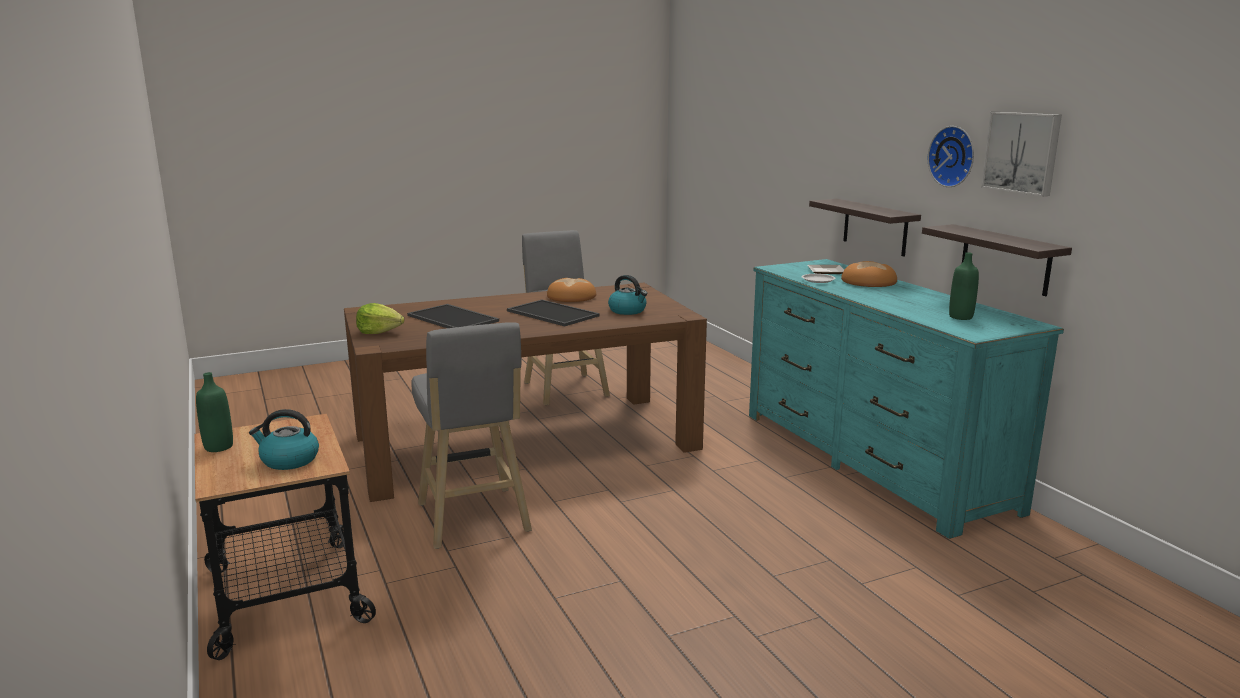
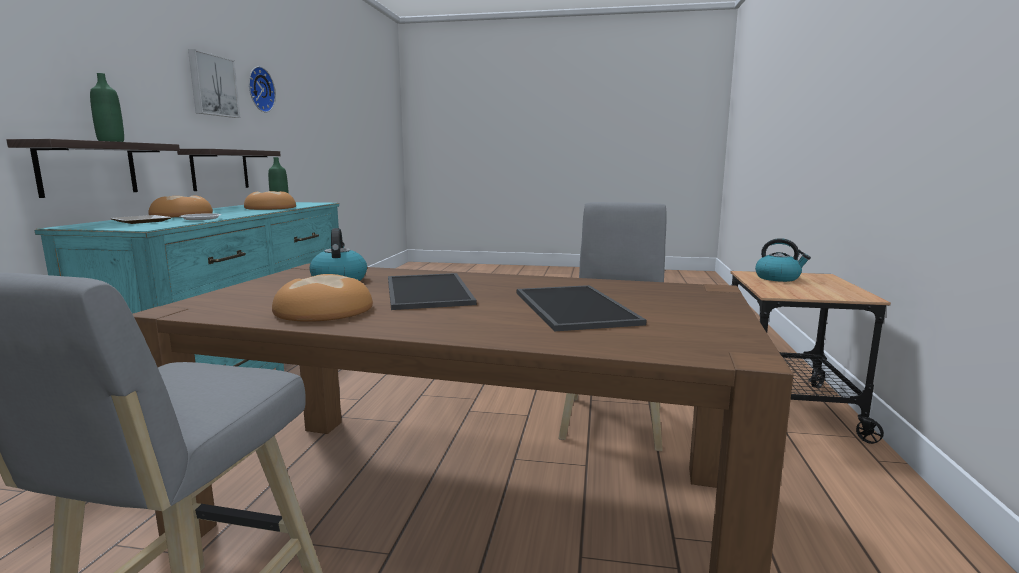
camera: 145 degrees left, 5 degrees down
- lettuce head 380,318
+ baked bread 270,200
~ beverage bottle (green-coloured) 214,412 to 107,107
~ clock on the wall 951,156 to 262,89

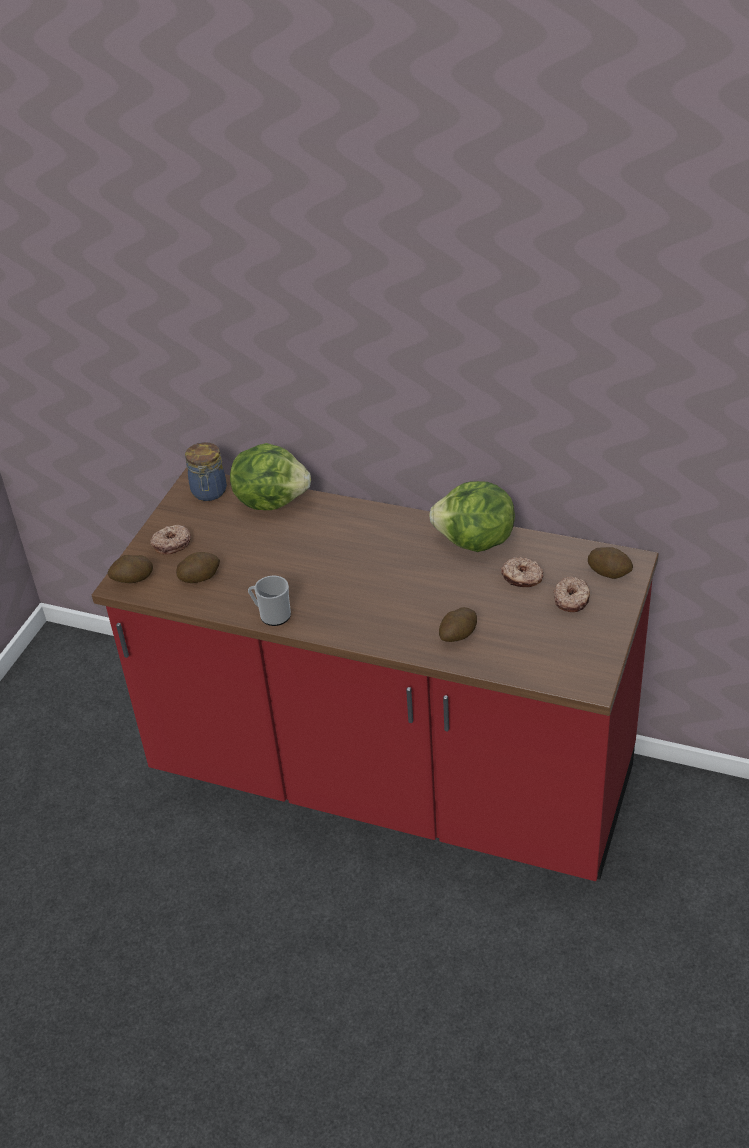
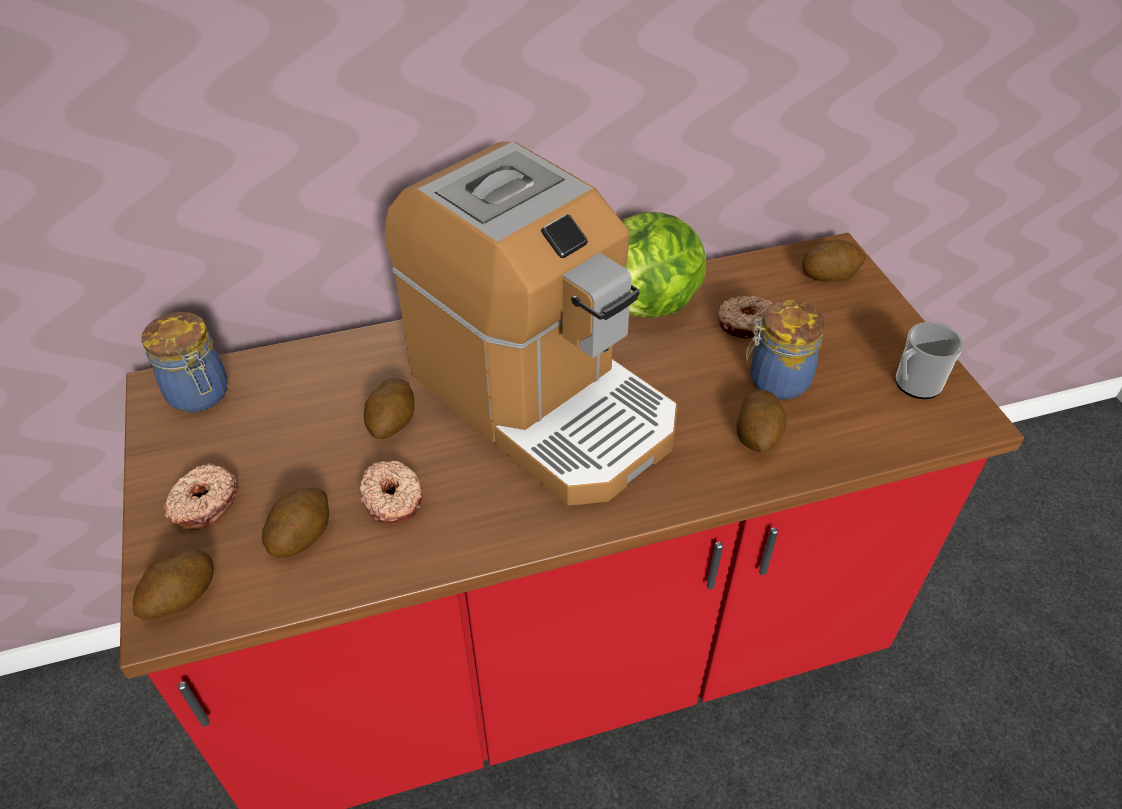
camera: 40 degrees left, 5 degrees up
- lettuce head 270,476
+ whole potato 389,408
+ coffee brewer 531,324
+ jar 785,350
~ tea mug 269,601 to 929,360
~ ring doughnut 571,594 to 392,492

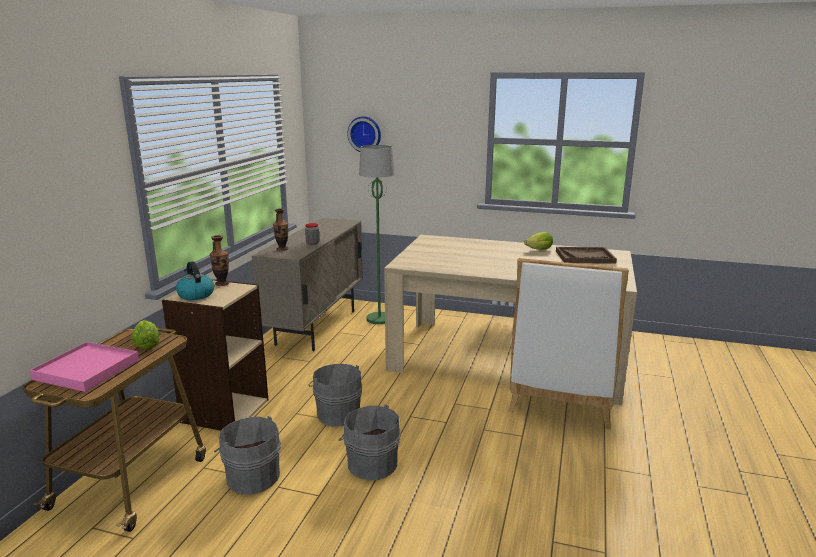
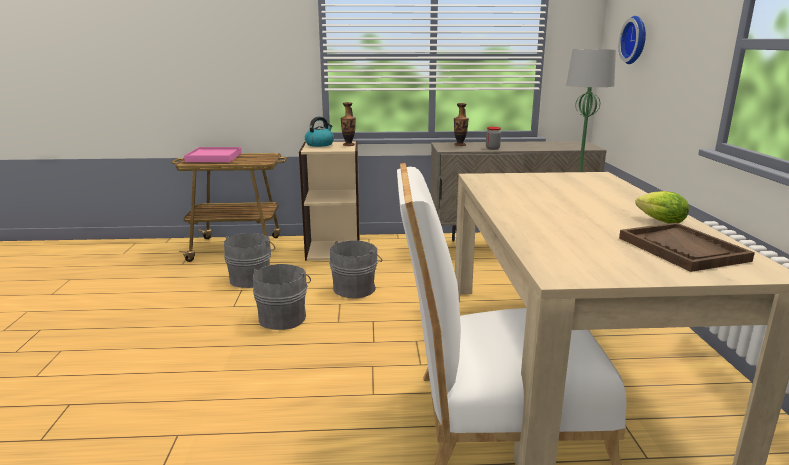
camera: 70 degrees right, 0 degrees up
- lettuce head 146,334

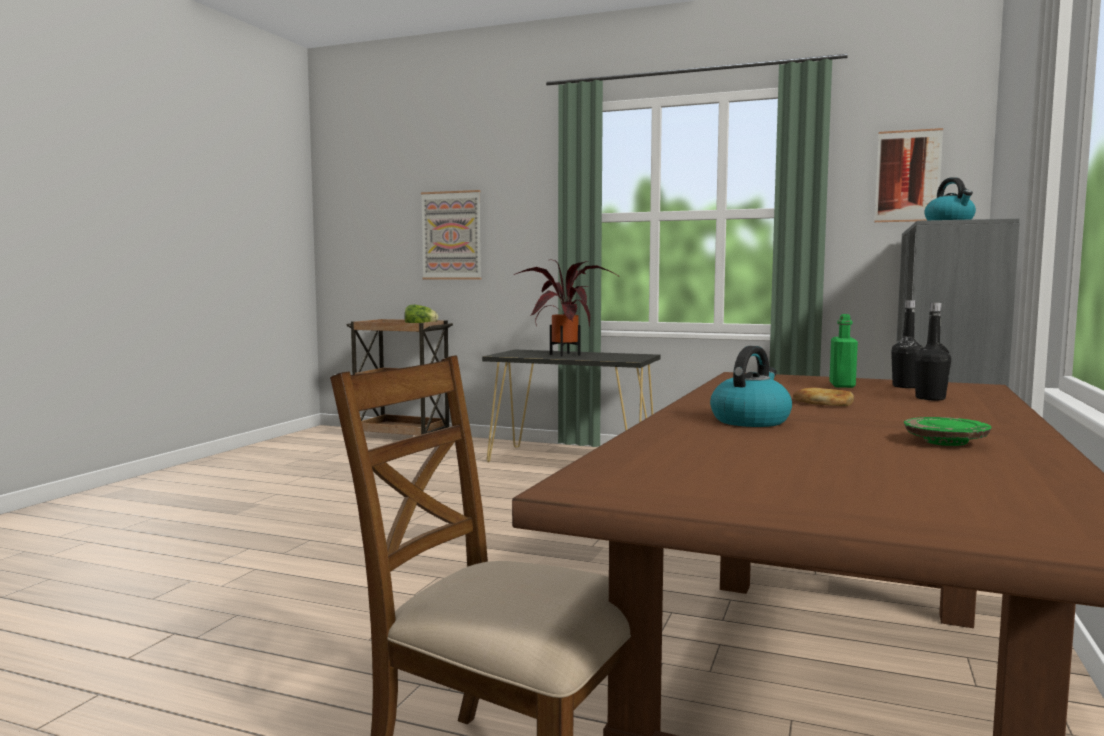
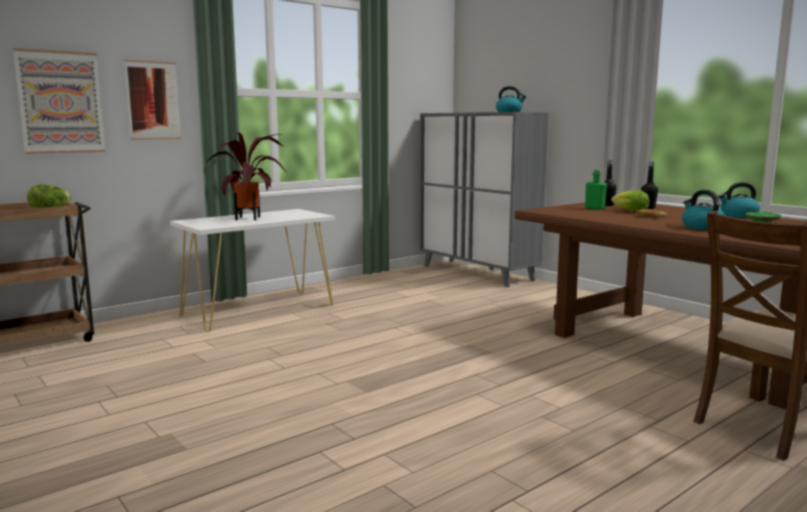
camera: 60 degrees left, 5 degrees up
+ lettuce head 630,201
+ kettle 739,200
~ wall picture 909,175 to 152,100
~ console table (blackish) 571,406 to console table (white-coloured) 252,270

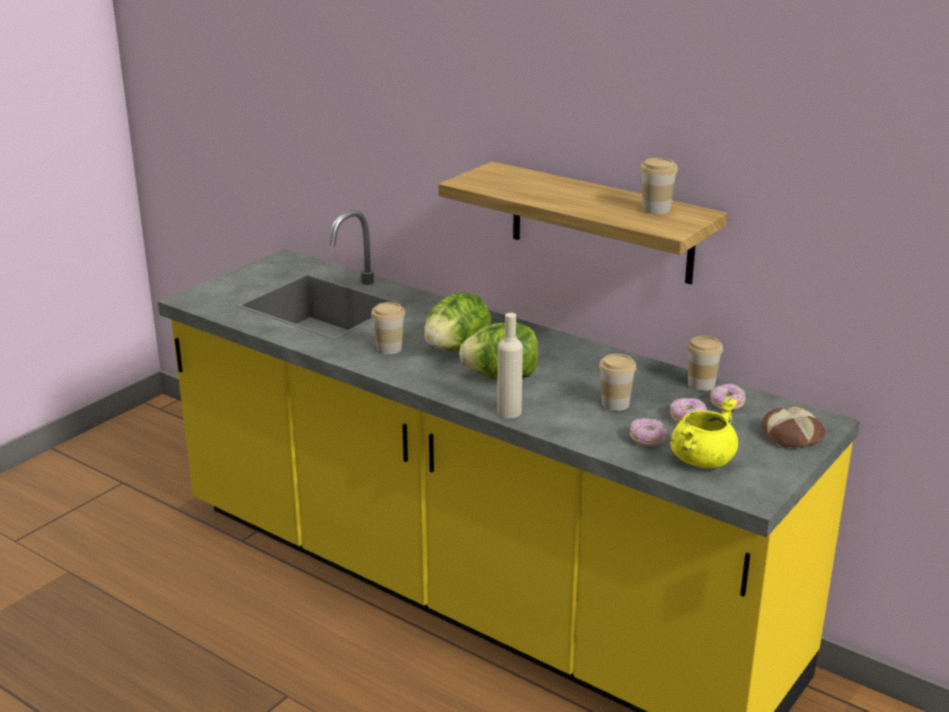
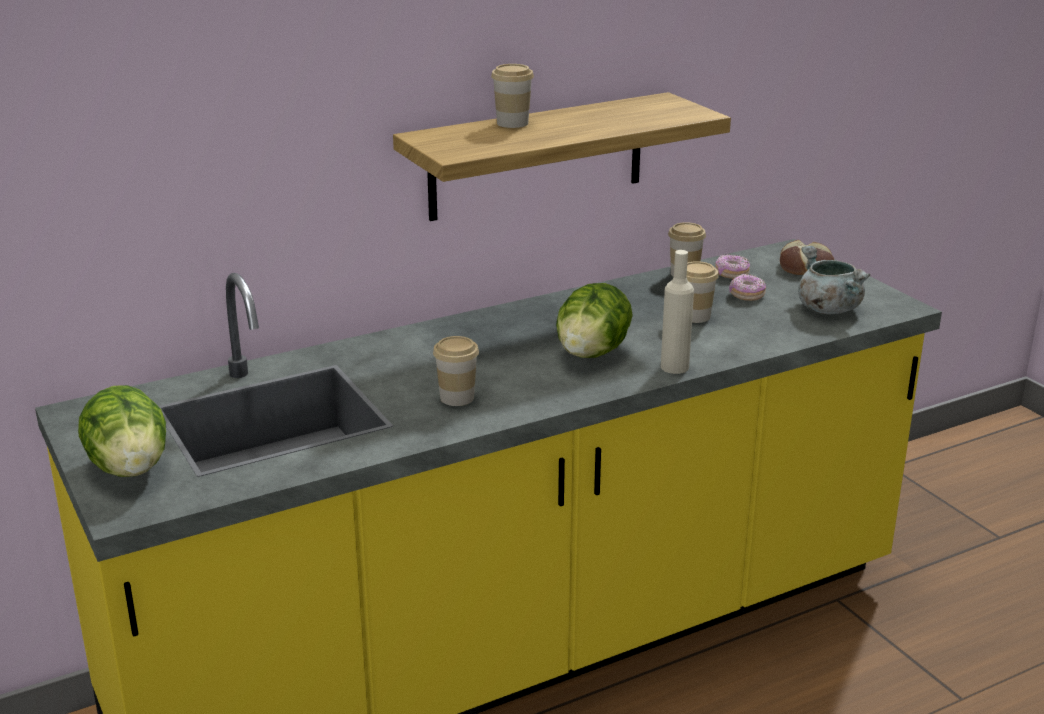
camera: 65 degrees left, 0 degrees up
- ring doughnut 648,432
~ lettuce head 457,322 to 122,431
~ cup 659,186 to 512,96
~ cooking pot (yellow-coloured) 704,432 to cooking pot (greyish) 834,280

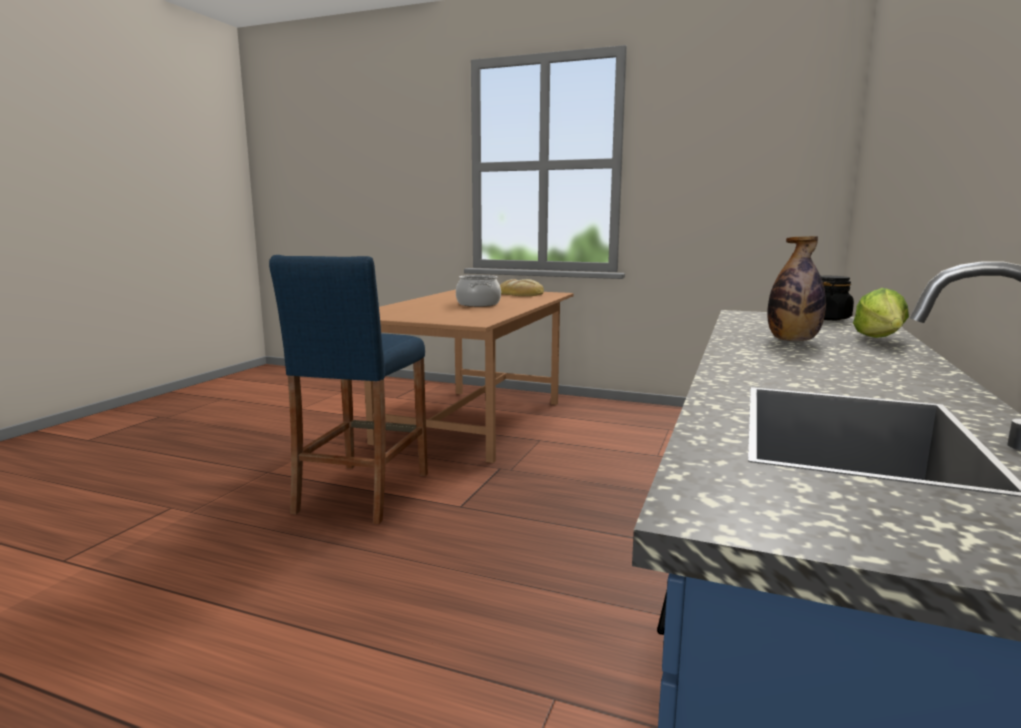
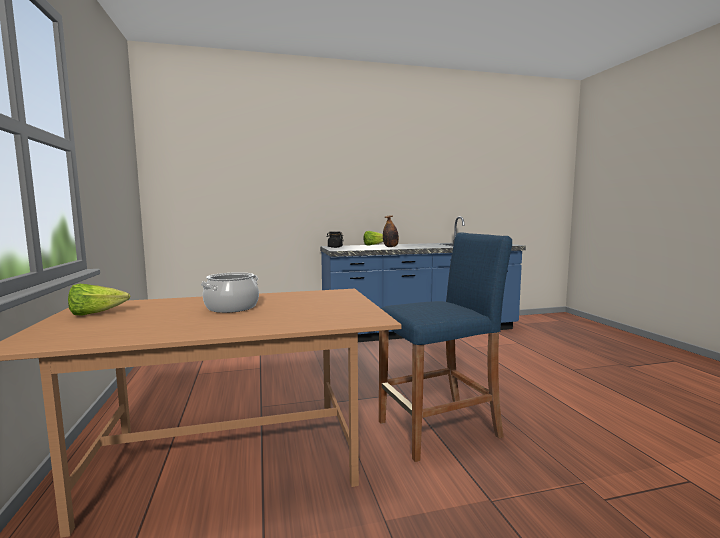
camera: 125 degrees left, 5 degrees down
~ baked bread 522,287 to lettuce head 99,299

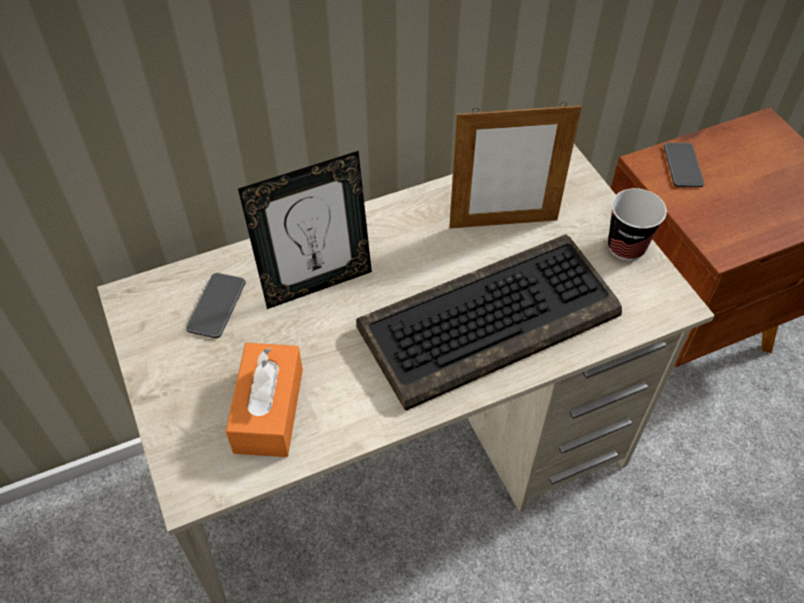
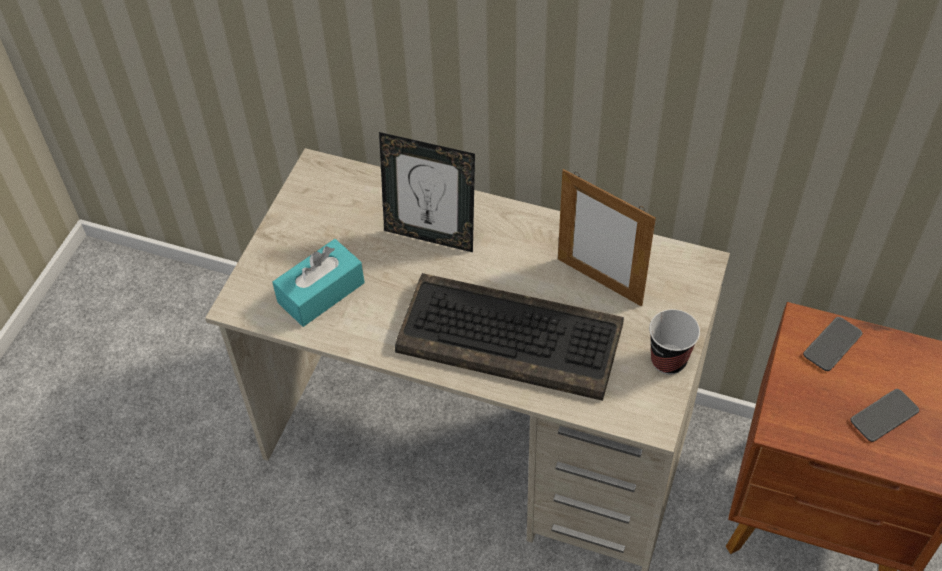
camera: 45 degrees right, 0 degrees up
~ telephone 216,305 to 885,415
~ box of tissues (orange) 264,400 to box of tissues (turquoise) 318,283

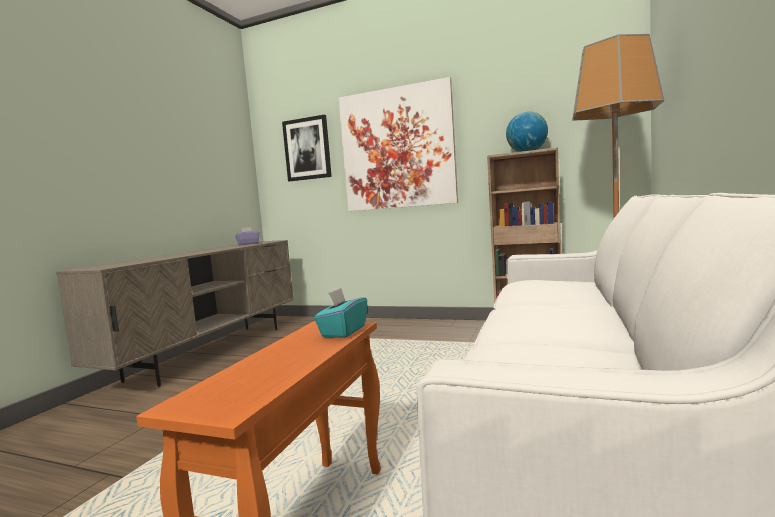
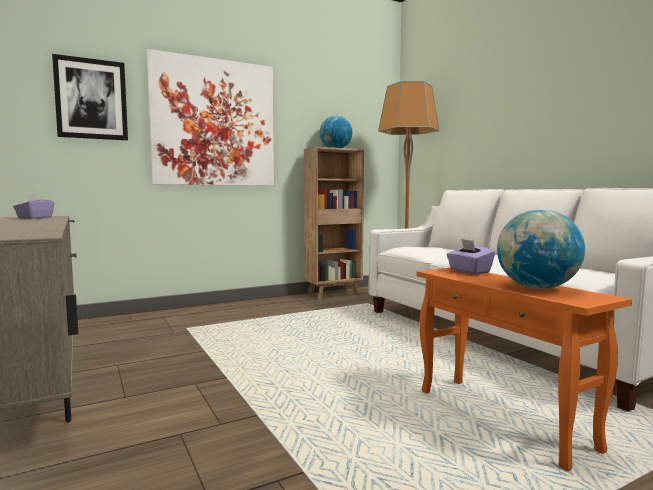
camera: 50 degrees left, 0 degrees up
+ world globe 541,249
~ box of tissues (turquoise) 340,313 to box of tissues (purplish) 471,256

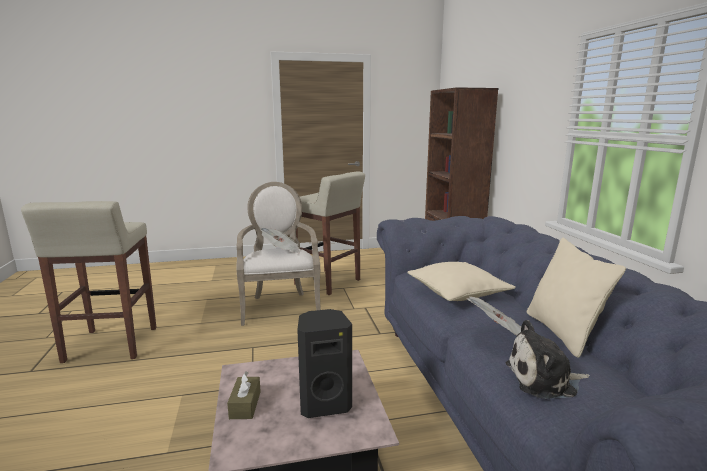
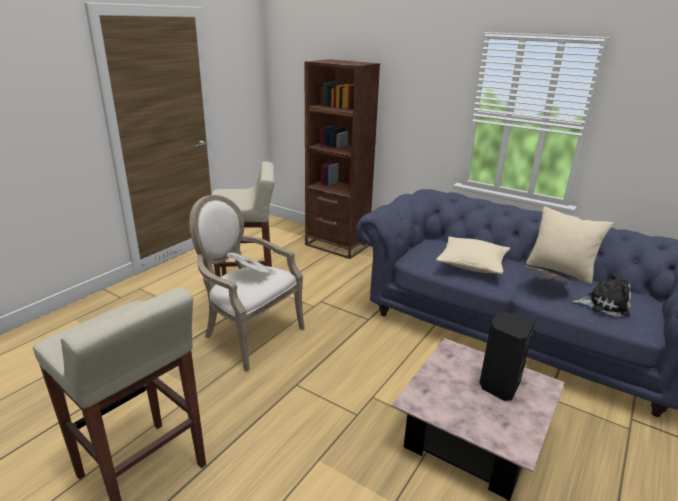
camera: 45 degrees left, 10 degrees up
- box of tissues (brown-coloured) 244,395
~ plush toy 548,359 = 602,294 120 degrees counterclockwise

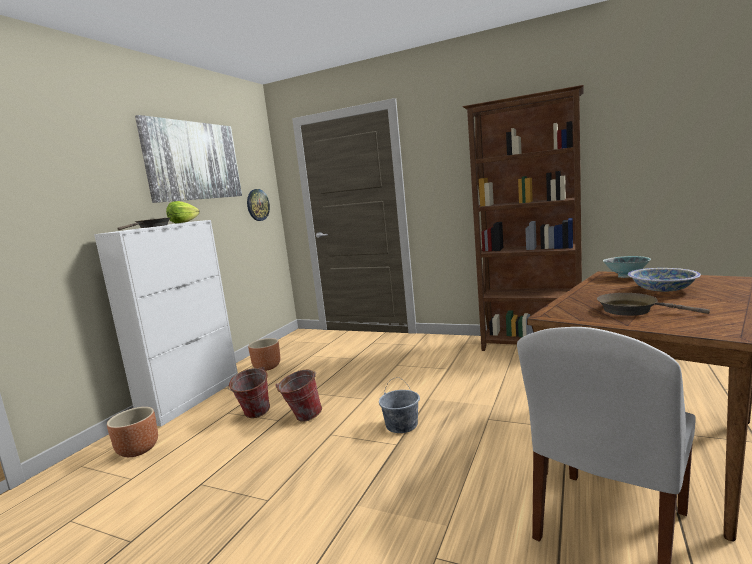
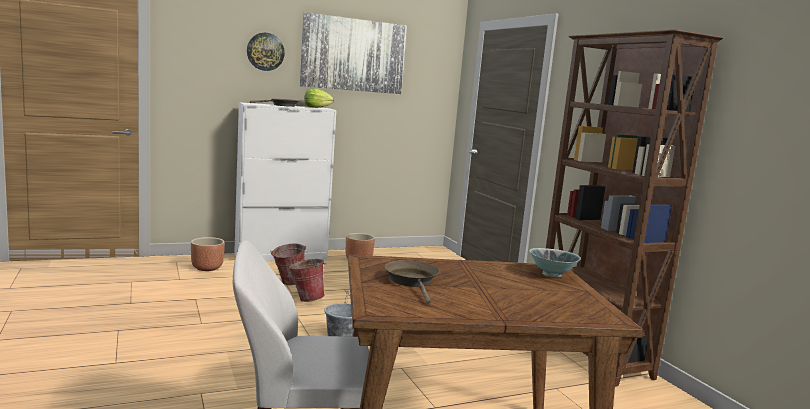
camera: 40 degrees right, 0 degrees up
- serving bowl 664,280
~ clock on the wall 258,205 to 266,52

